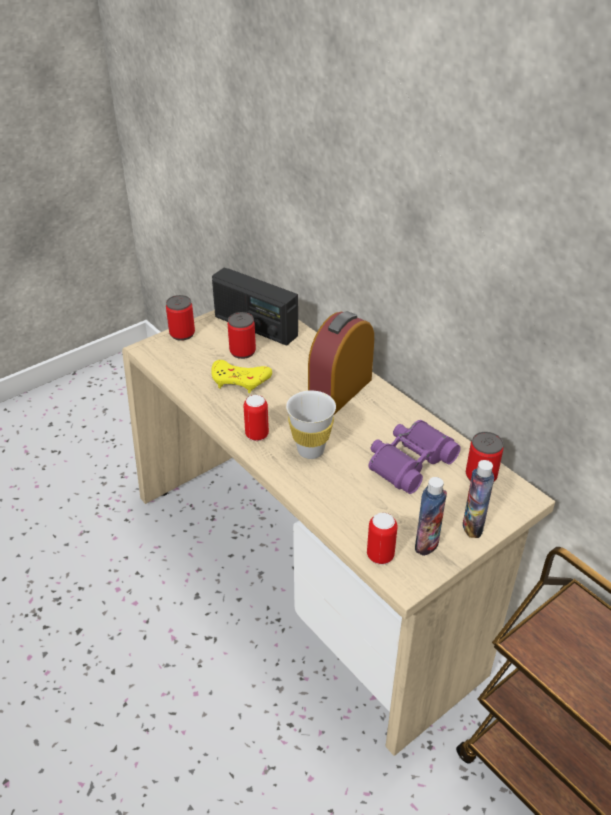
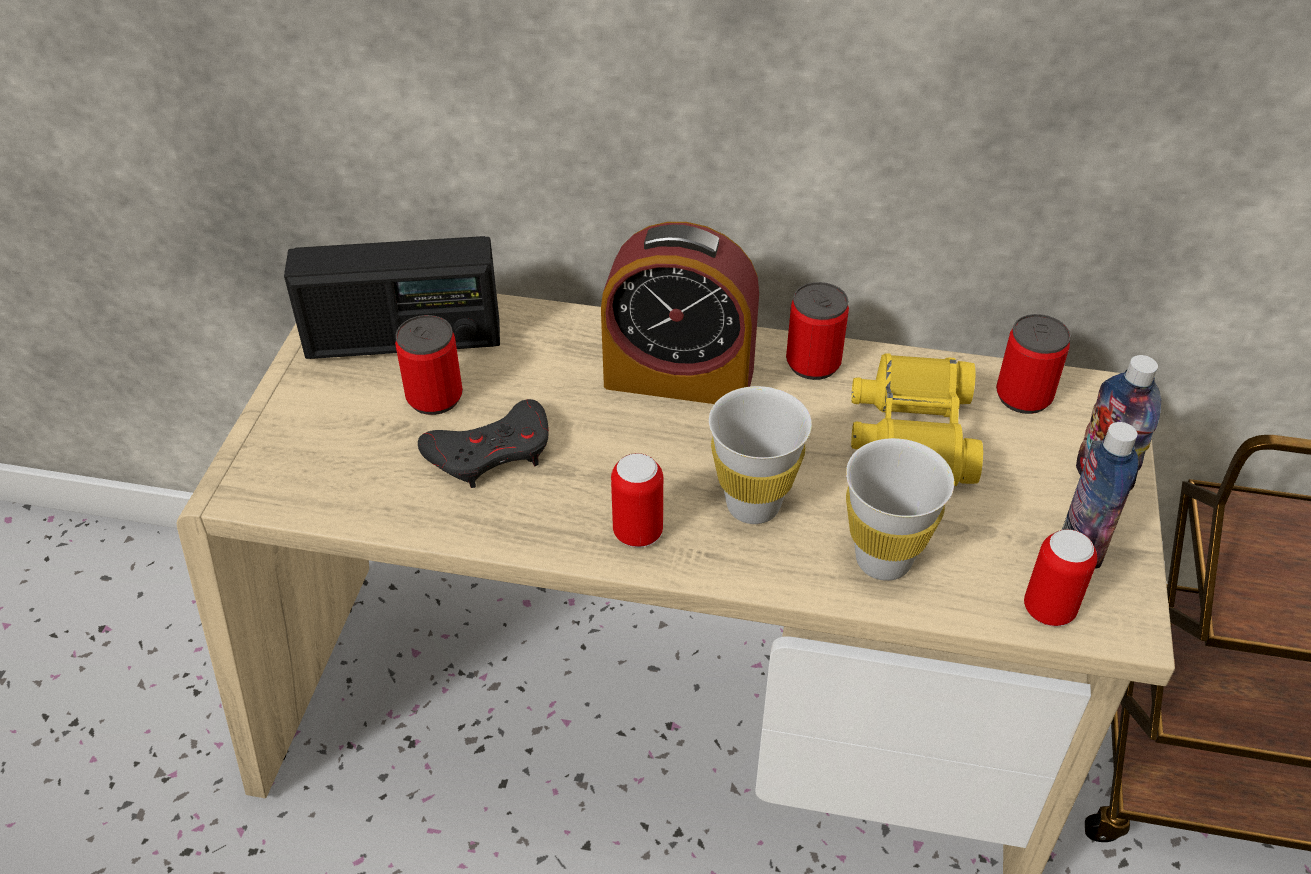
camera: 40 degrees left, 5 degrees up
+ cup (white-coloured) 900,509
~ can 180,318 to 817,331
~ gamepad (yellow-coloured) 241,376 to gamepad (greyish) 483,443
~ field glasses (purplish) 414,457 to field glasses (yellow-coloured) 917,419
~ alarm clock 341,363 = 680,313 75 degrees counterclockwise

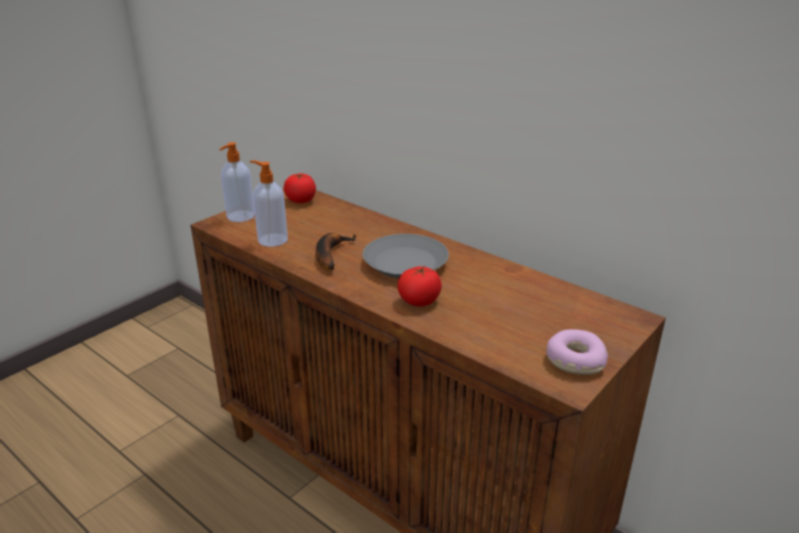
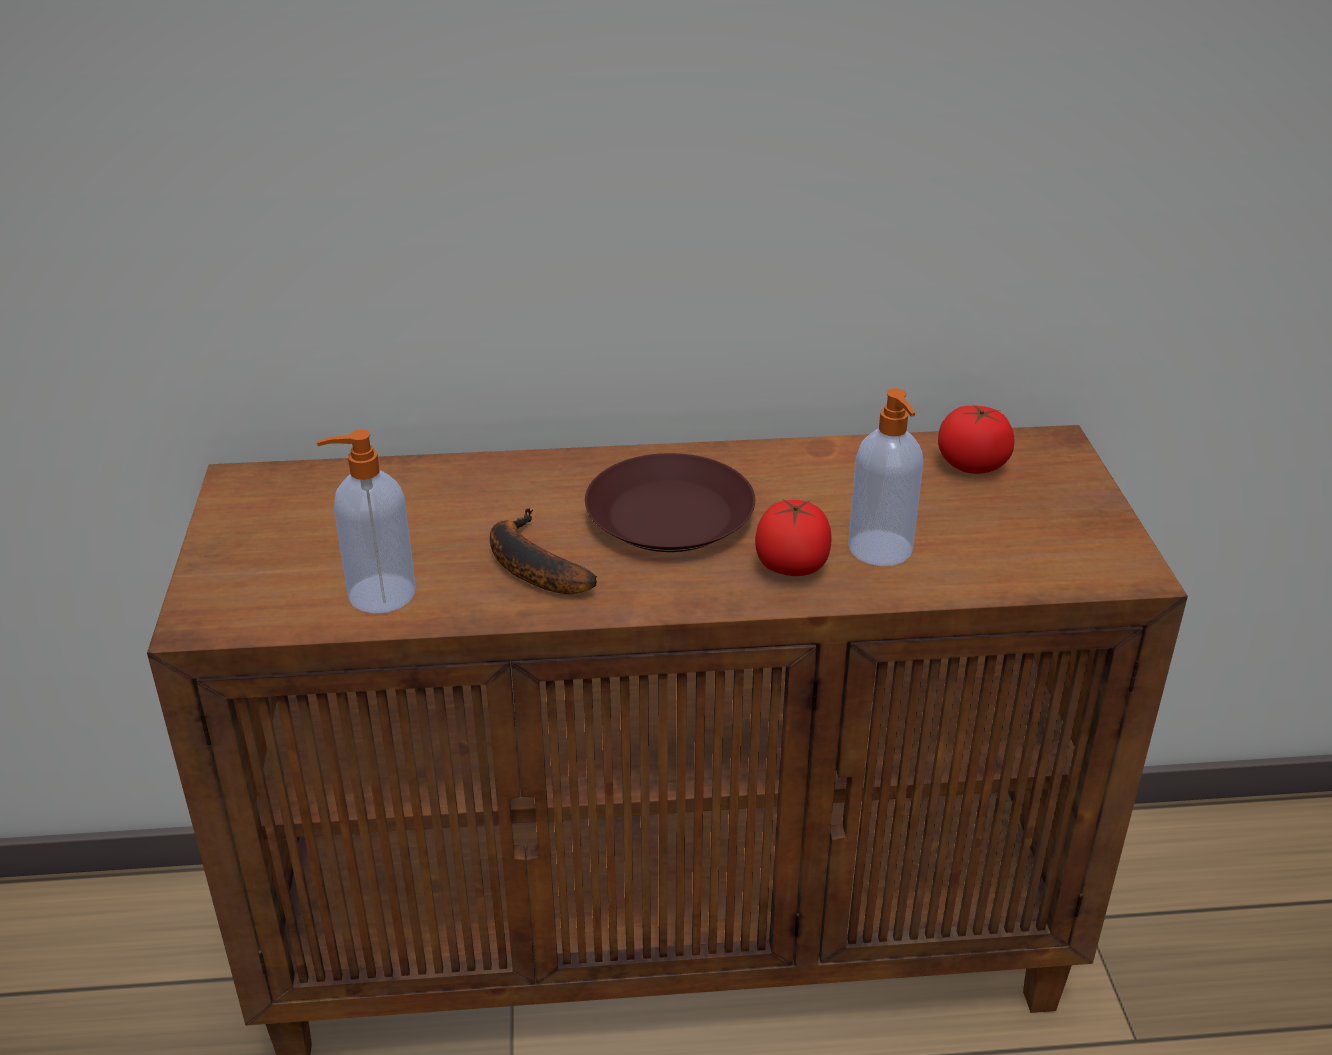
camera: 45 degrees left, 5 degrees up
- ring doughnut 577,352
~ liquid soap bottle 237,182 to 886,477
~ whole tomato 300,188 to 976,440
~ dinner plate (greyish) 406,256 to dinner plate (brown-coloured) 670,502

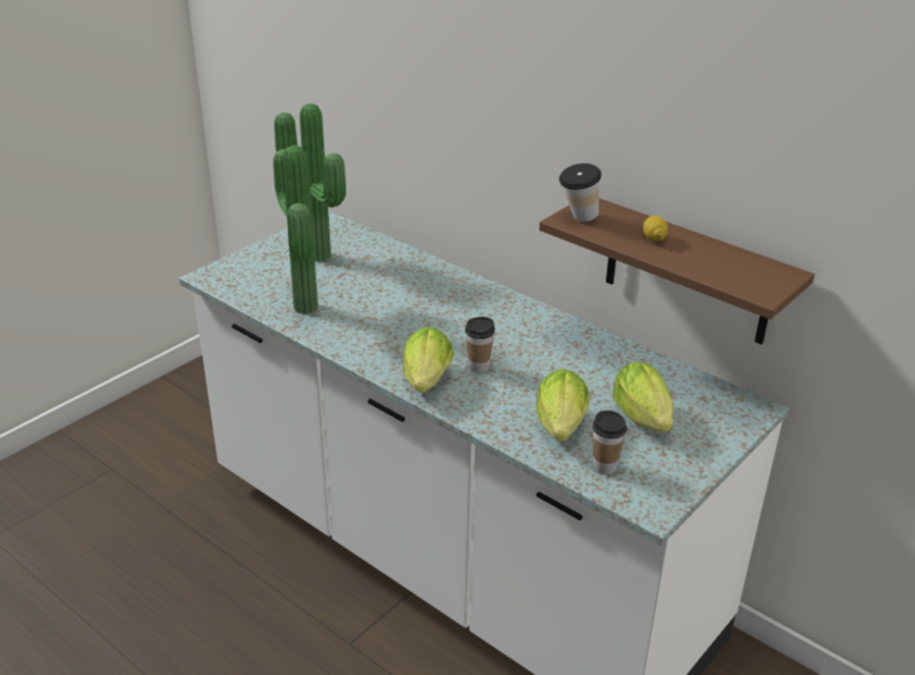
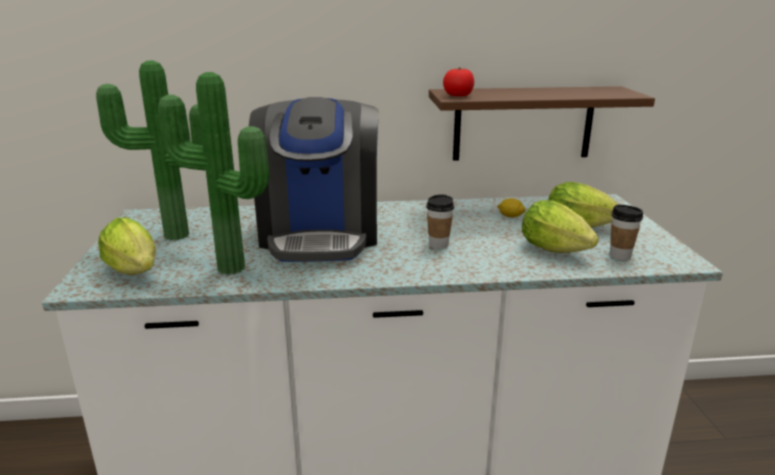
camera: 45 degrees left, 10 degrees down
+ coffee brewer 314,179
~ lettuce head 428,359 to 127,246
~ whole lemon 655,228 to 511,208
~ cup 580,192 to whole tomato 458,81

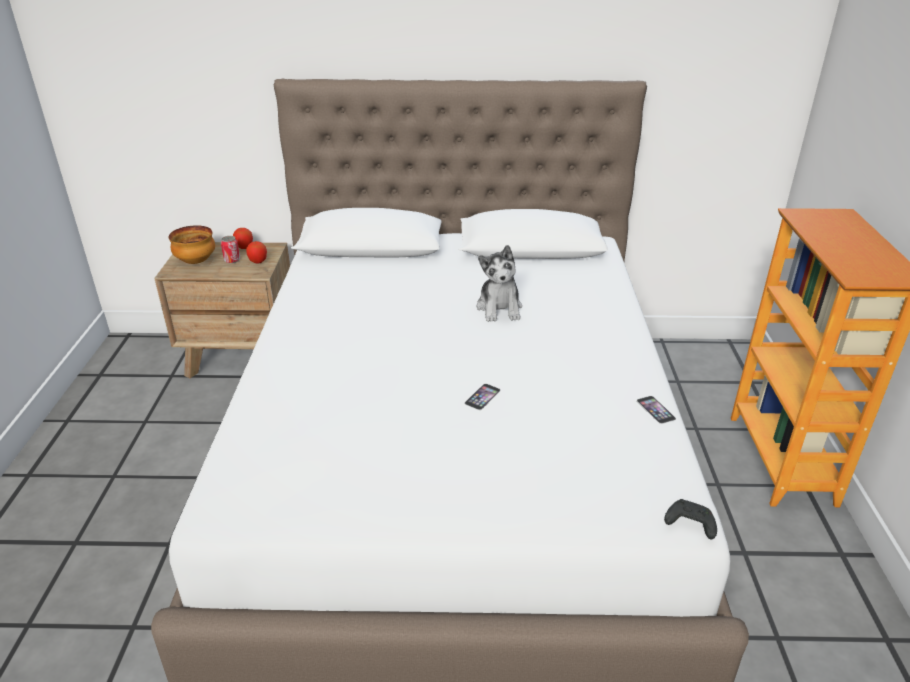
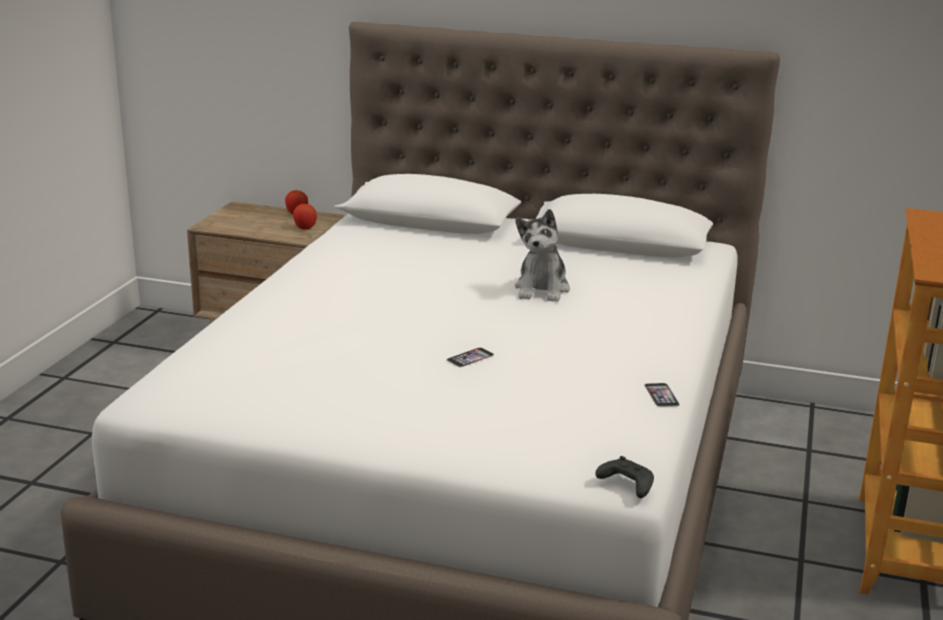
camera: 15 degrees right, 10 degrees down
- serving bowl 192,244
- can 230,250

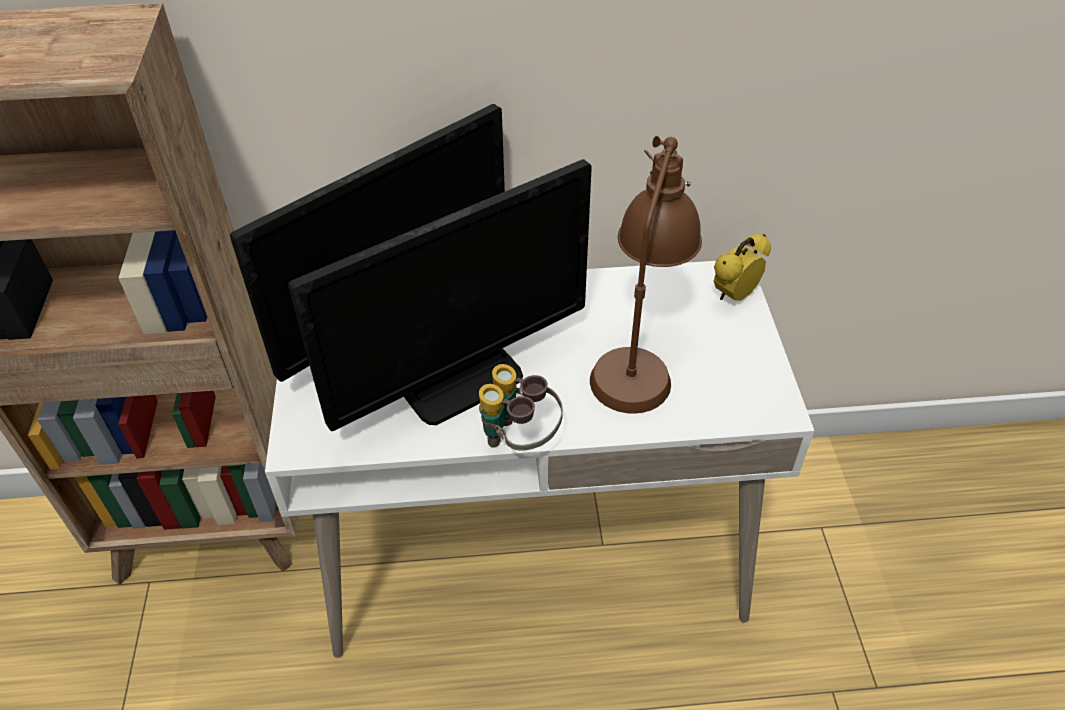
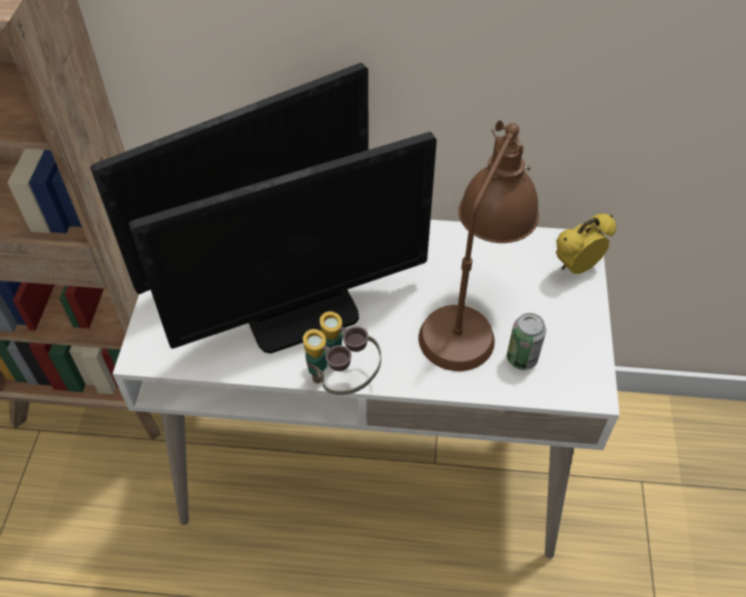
camera: 10 degrees right, 5 degrees up
+ can 526,341

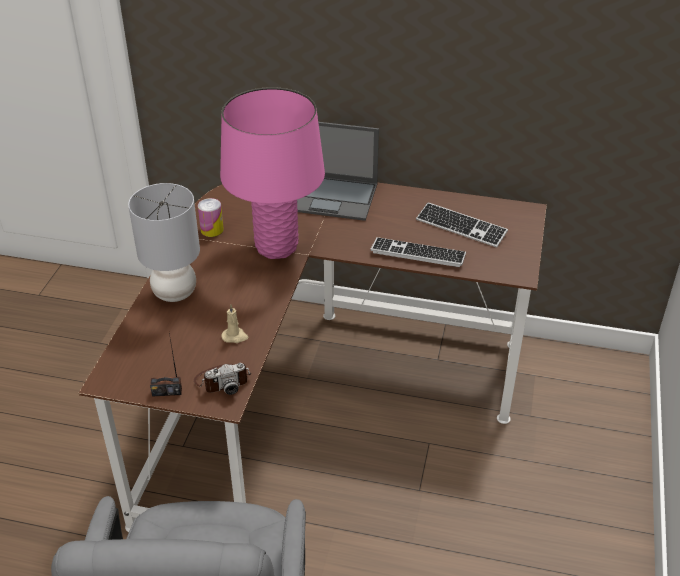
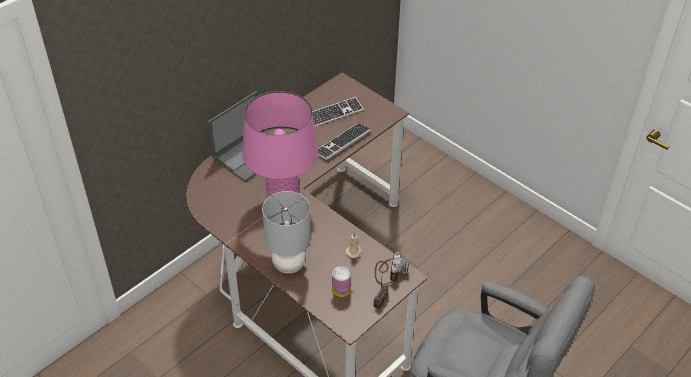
camera: 60 degrees left, 5 degrees up
~ can 211,217 to 341,281

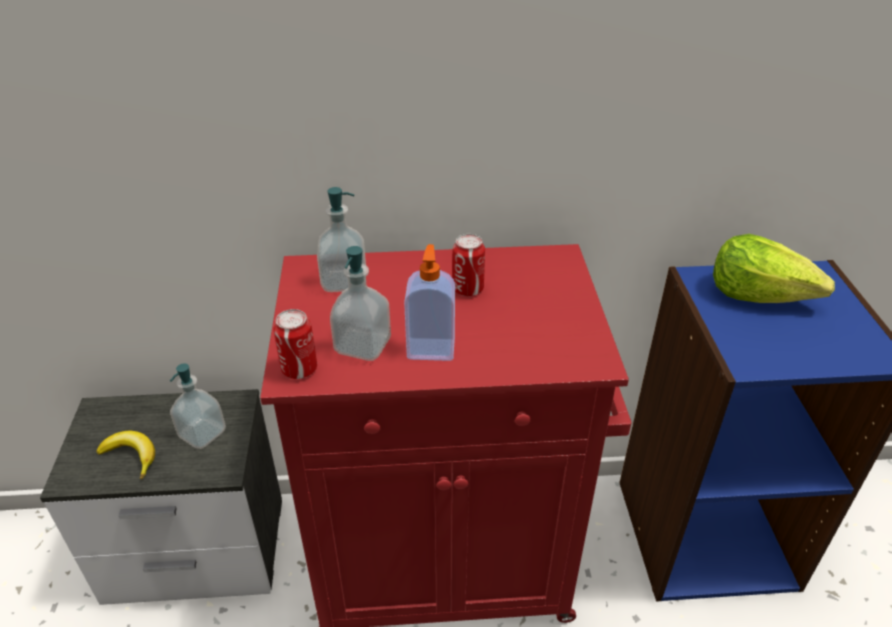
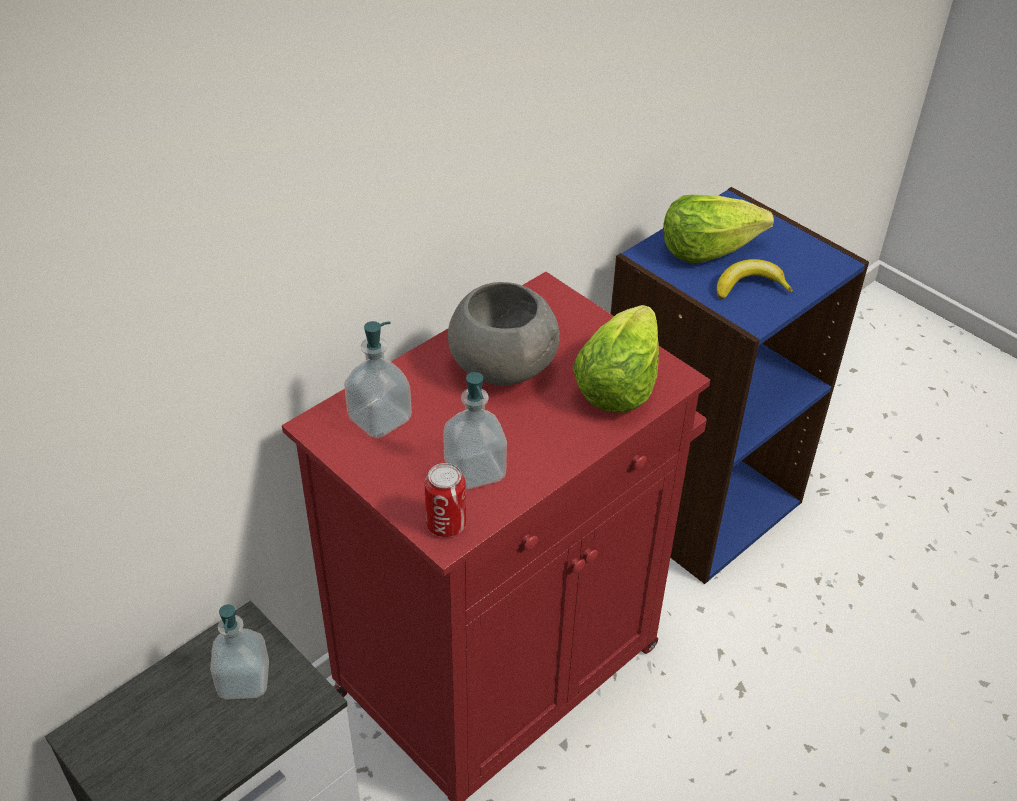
camera: 40 degrees left, 5 degrees up
- liquid soap bottle 429,302
+ lettuce head 616,358
~ whole banana 125,455 to 755,279
~ can 468,265 to serving bowl (greyish) 504,333

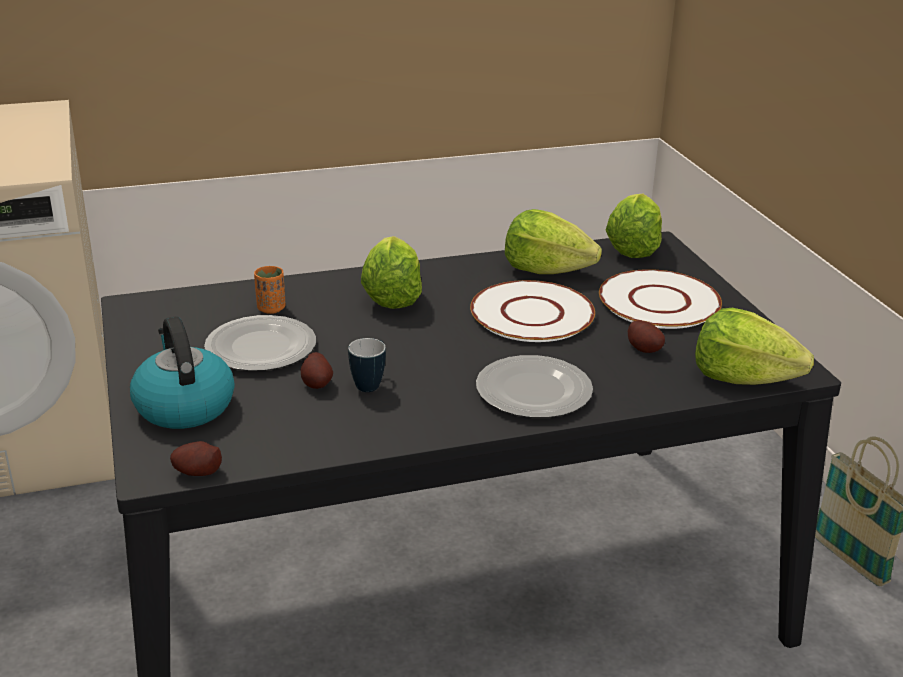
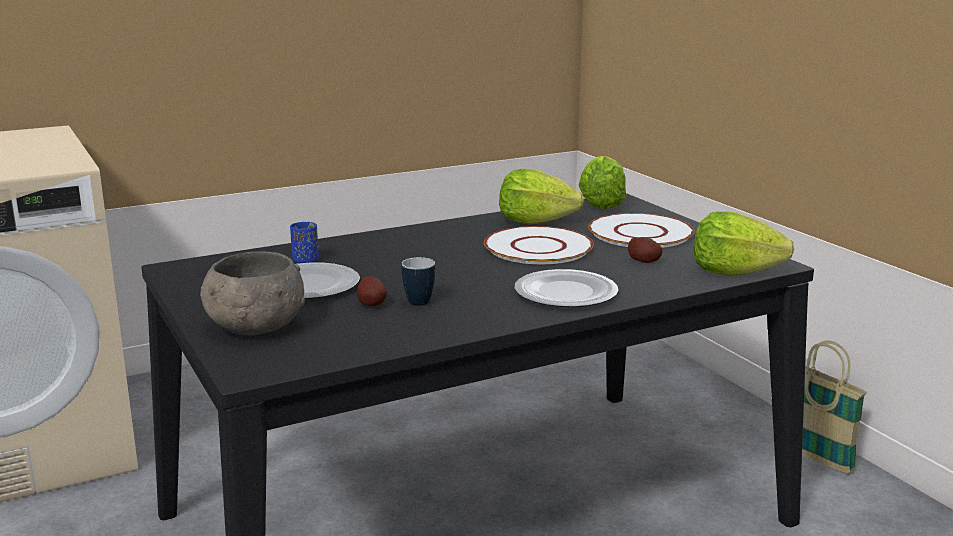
camera: 10 degrees left, 10 degrees down
- whole potato 196,458
- lettuce head 391,272
~ kettle 182,373 to serving bowl (greyish) 252,293
~ cup (orange) 269,290 to cup (blue) 304,242

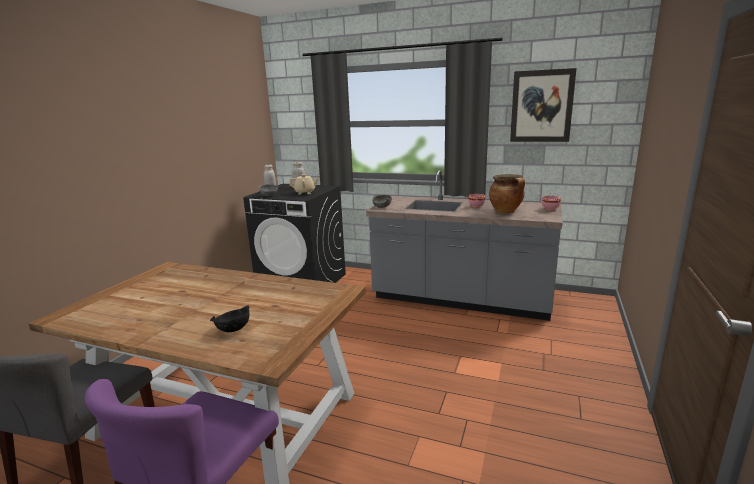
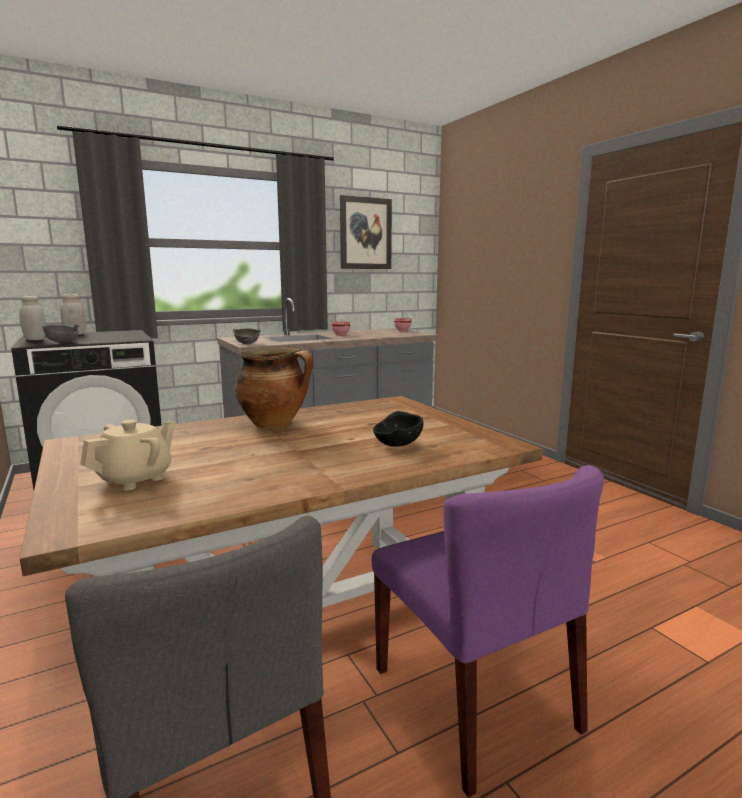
camera: 50 degrees left, 5 degrees down
~ tea pot (sand-coloured) 304,184 to 127,455
~ cooking pot 507,194 to 274,388

